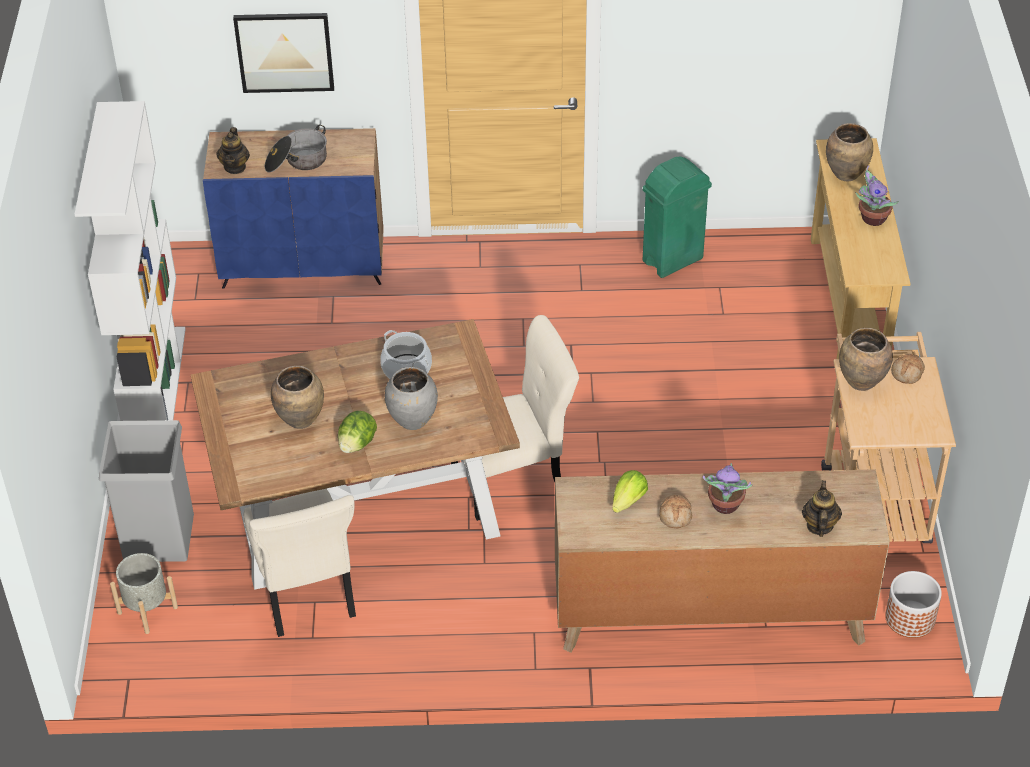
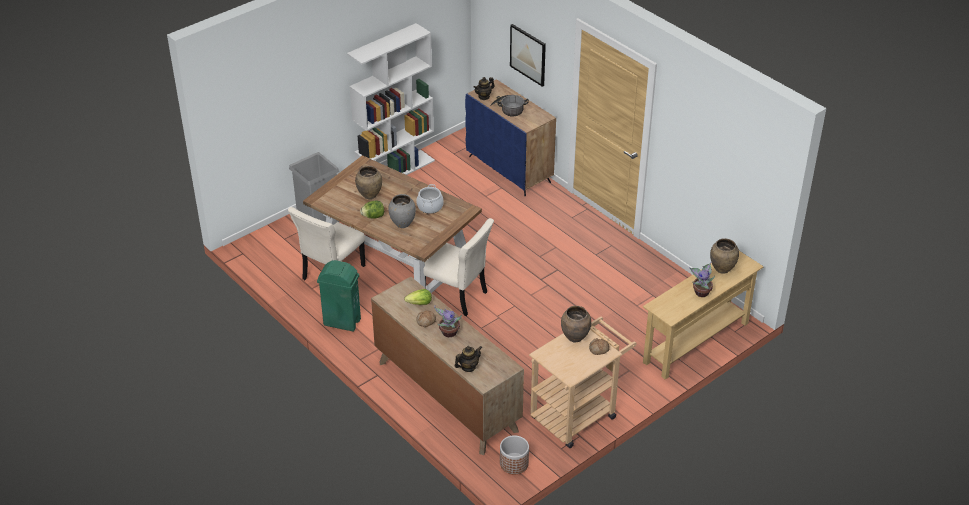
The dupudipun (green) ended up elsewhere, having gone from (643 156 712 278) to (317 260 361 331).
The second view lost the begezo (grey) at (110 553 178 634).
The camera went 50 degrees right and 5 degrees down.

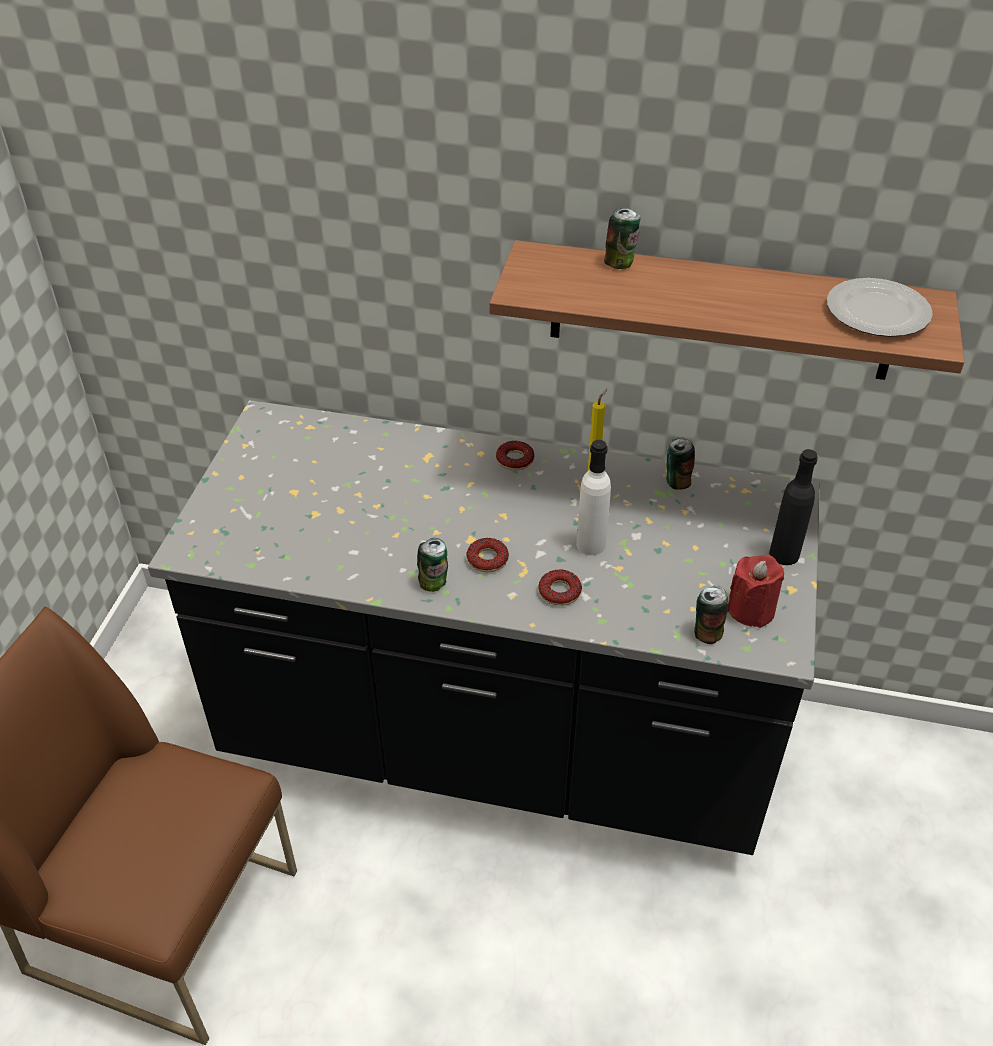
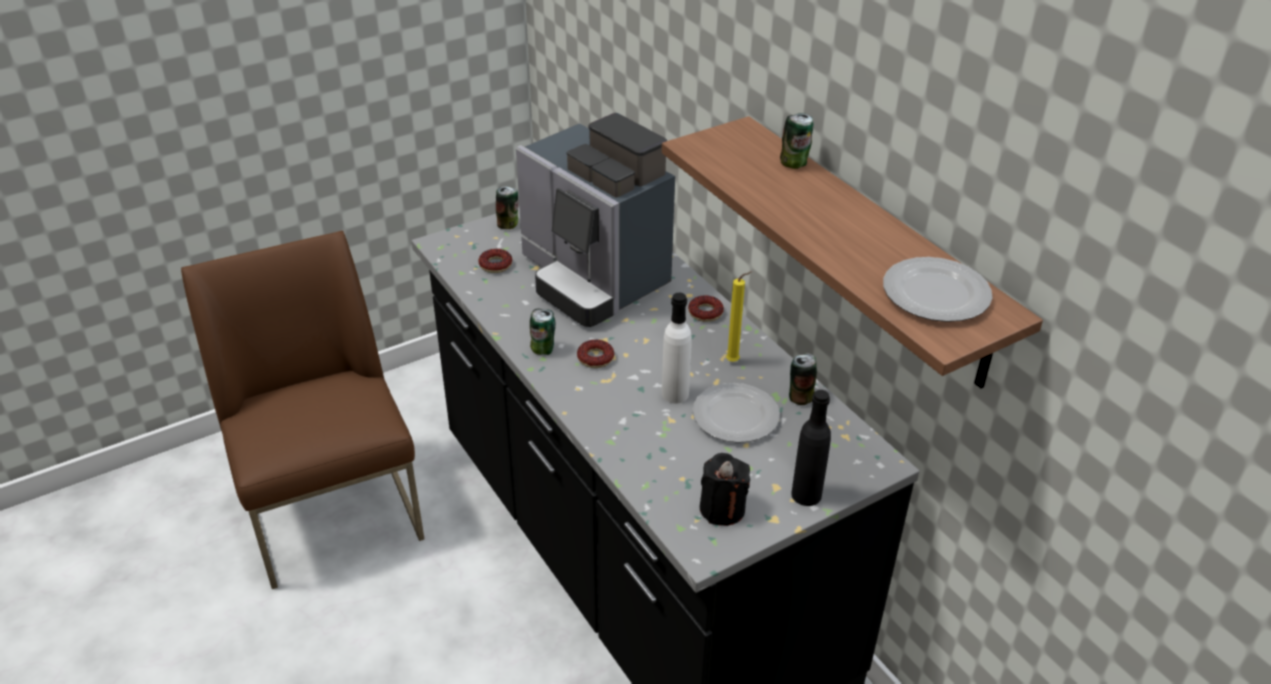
What was the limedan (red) at (727 555 784 628) turned into the limedan (black) at (700 453 750 526).
The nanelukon ended up elsewhere, having gone from (538 569 582 606) to (478 249 512 273).
The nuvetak ended up elsewhere, having gone from (694 585 728 644) to (496 186 518 229).
The second view gained the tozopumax at (516 113 675 327).
The second view gained the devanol at (693 383 780 443).
The camera went 45 degrees right and 5 degrees down.

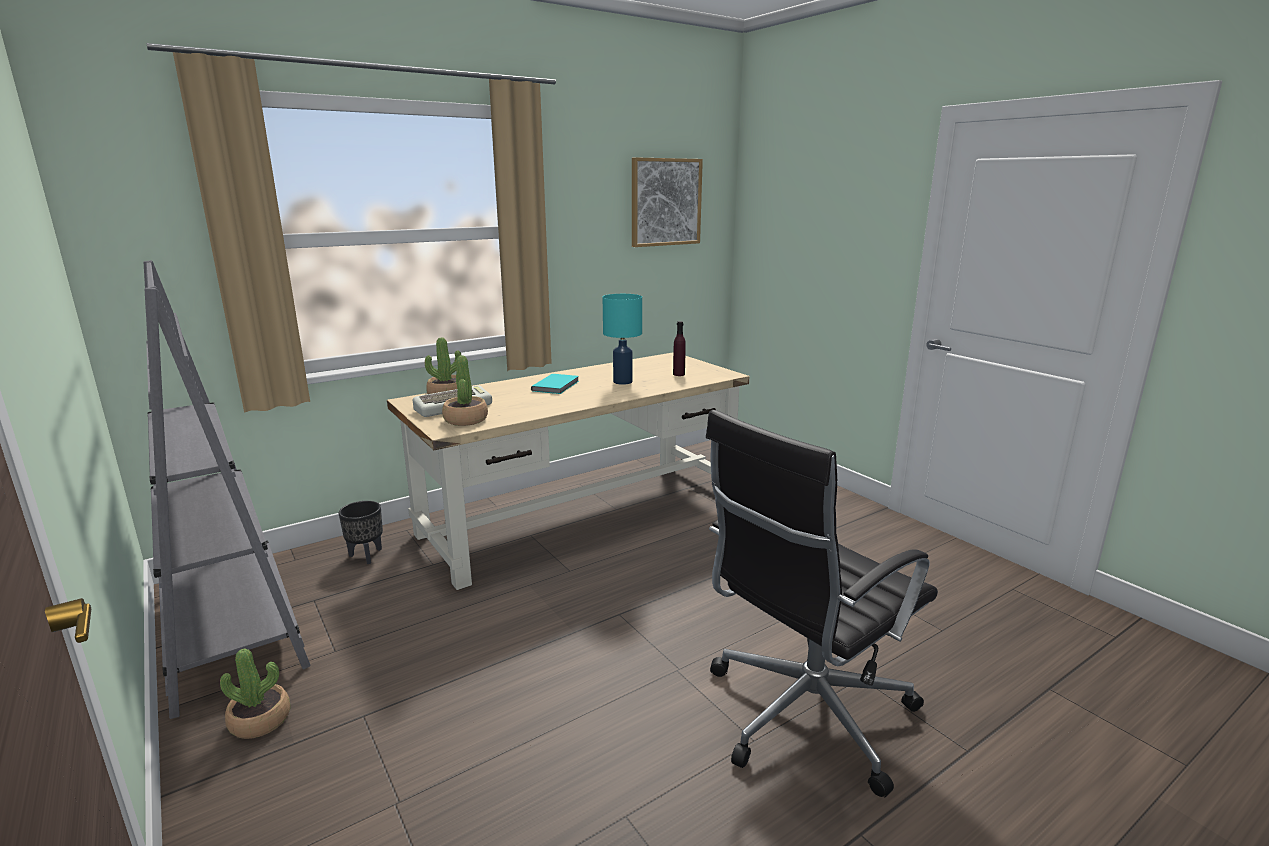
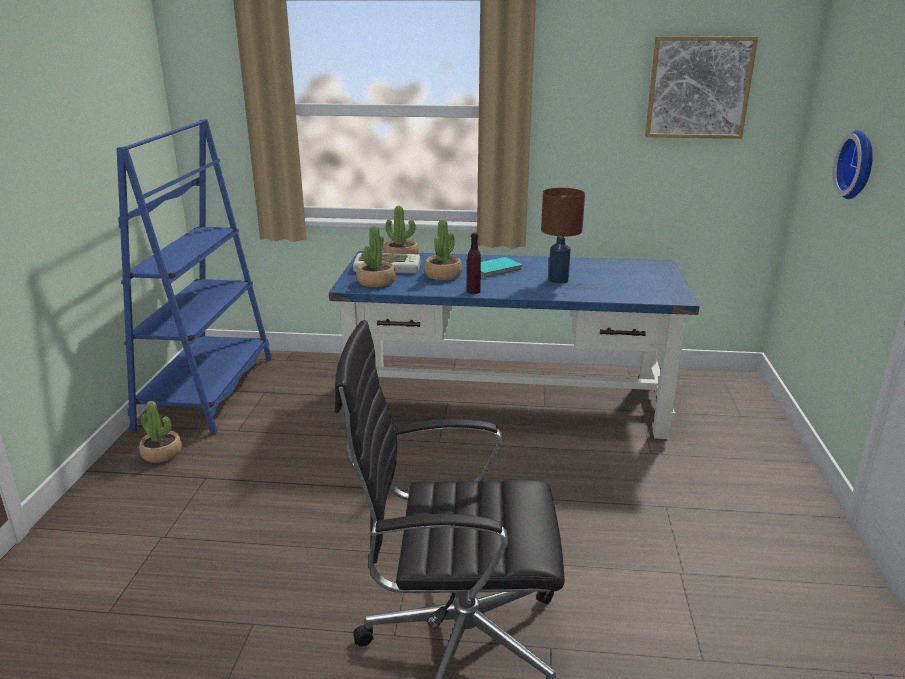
What was the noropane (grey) at (144 260 311 719) turned into the noropane (blue) at (117 119 272 434).
What was the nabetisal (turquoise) at (603 294 642 385) turned into the nabetisal (brown) at (541 188 585 284).
The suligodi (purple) ended up elsewhere, having gone from (673 321 686 376) to (467 232 481 294).
What was the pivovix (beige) at (387 353 749 590) turned into the pivovix (blue) at (329 251 699 439).
The second view lost the begezo (black) at (338 501 383 564).
The second view gained the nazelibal at (833 130 873 199).
The second view gained the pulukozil at (424 219 462 281).
The camera went 40 degrees right and 5 degrees up.

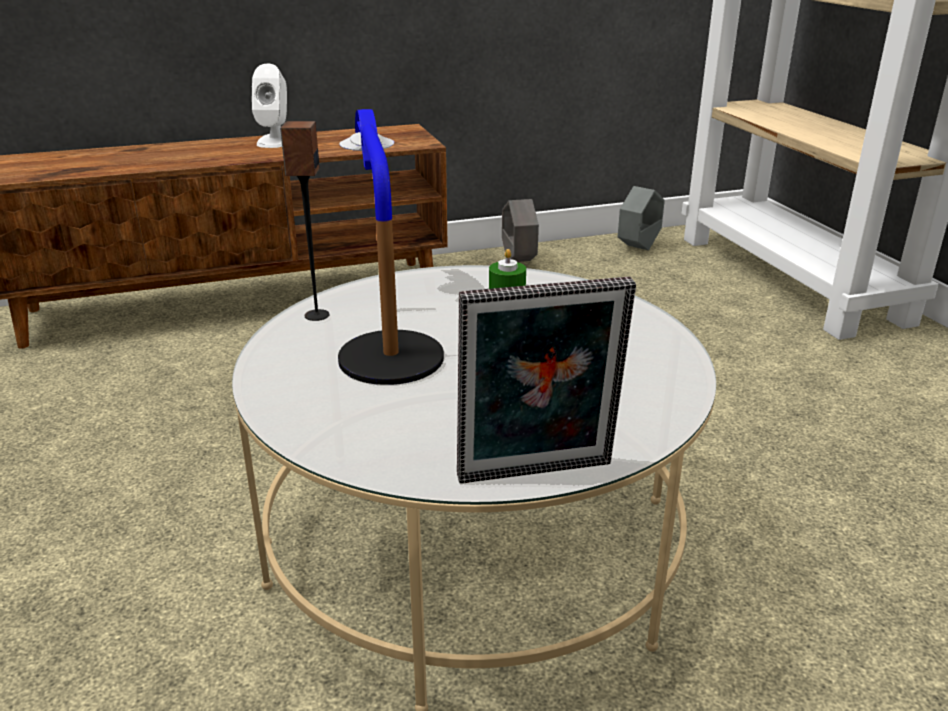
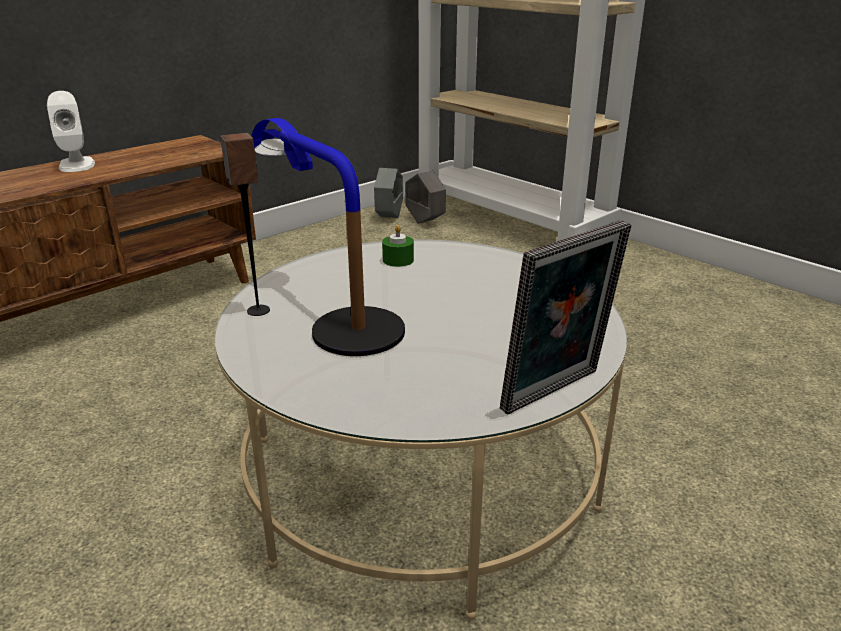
The begezo (grey) ended up elsewhere, having gone from (502 199 539 262) to (405 170 446 224).
The camera went 25 degrees left and 0 degrees up.

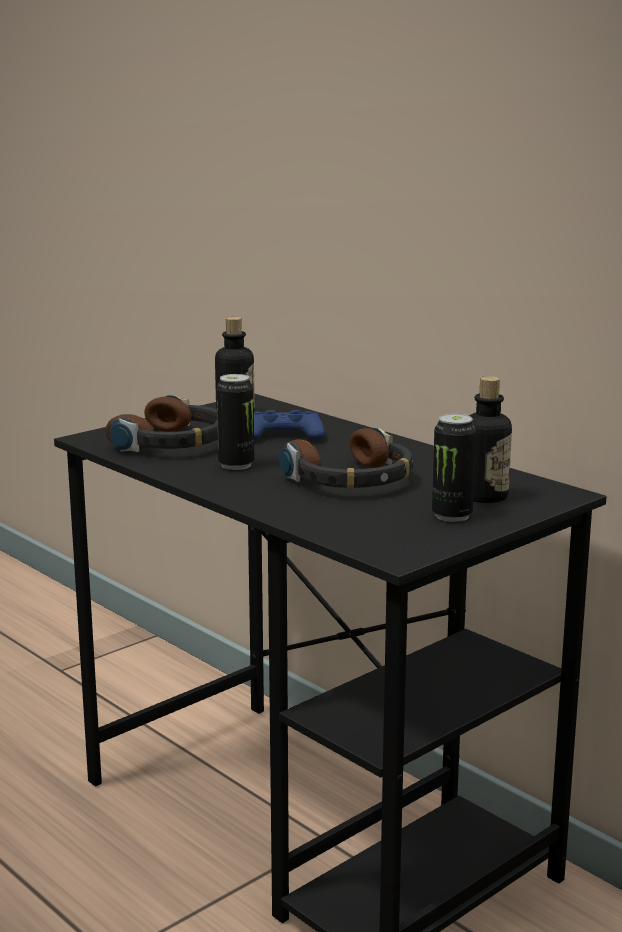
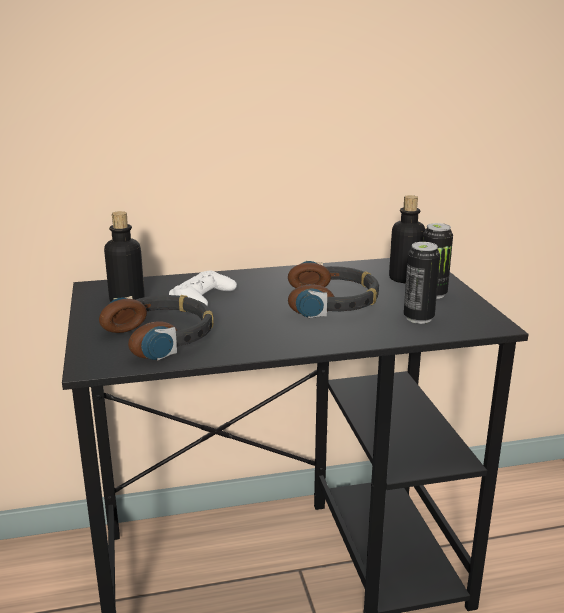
The nuvetak ended up elsewhere, having gone from (216 374 254 470) to (404 242 440 324).
What was the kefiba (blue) at (254 410 325 440) turned into the kefiba (white) at (169 270 237 306).
The camera went 60 degrees left and 5 degrees up.

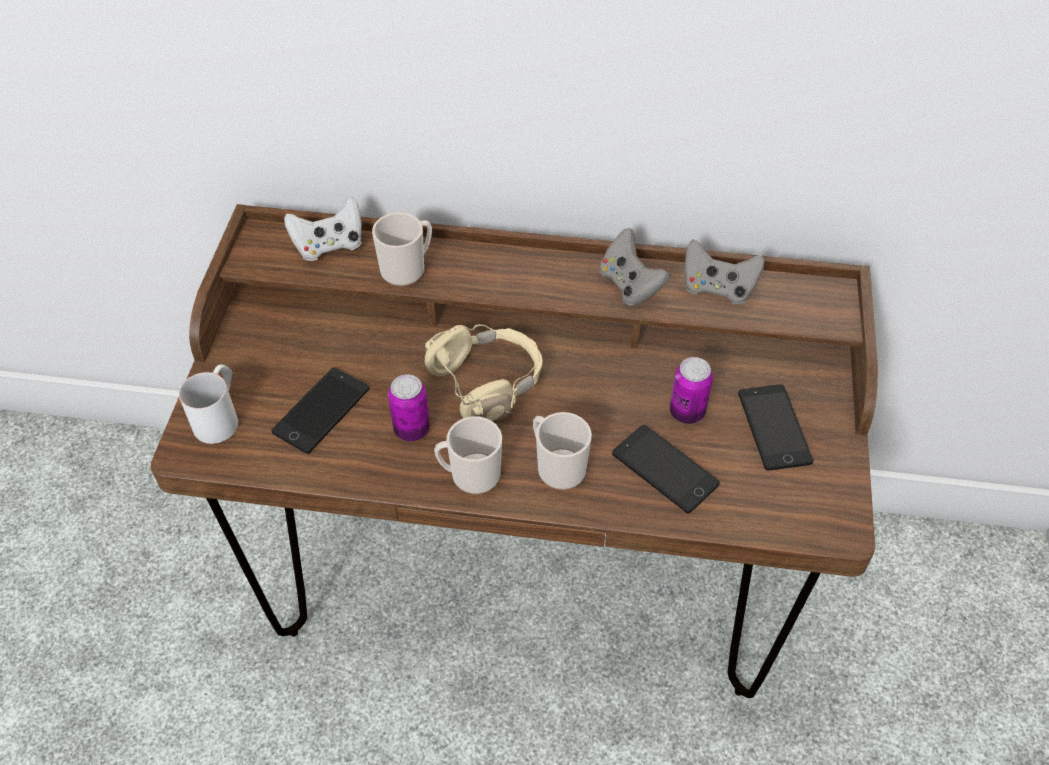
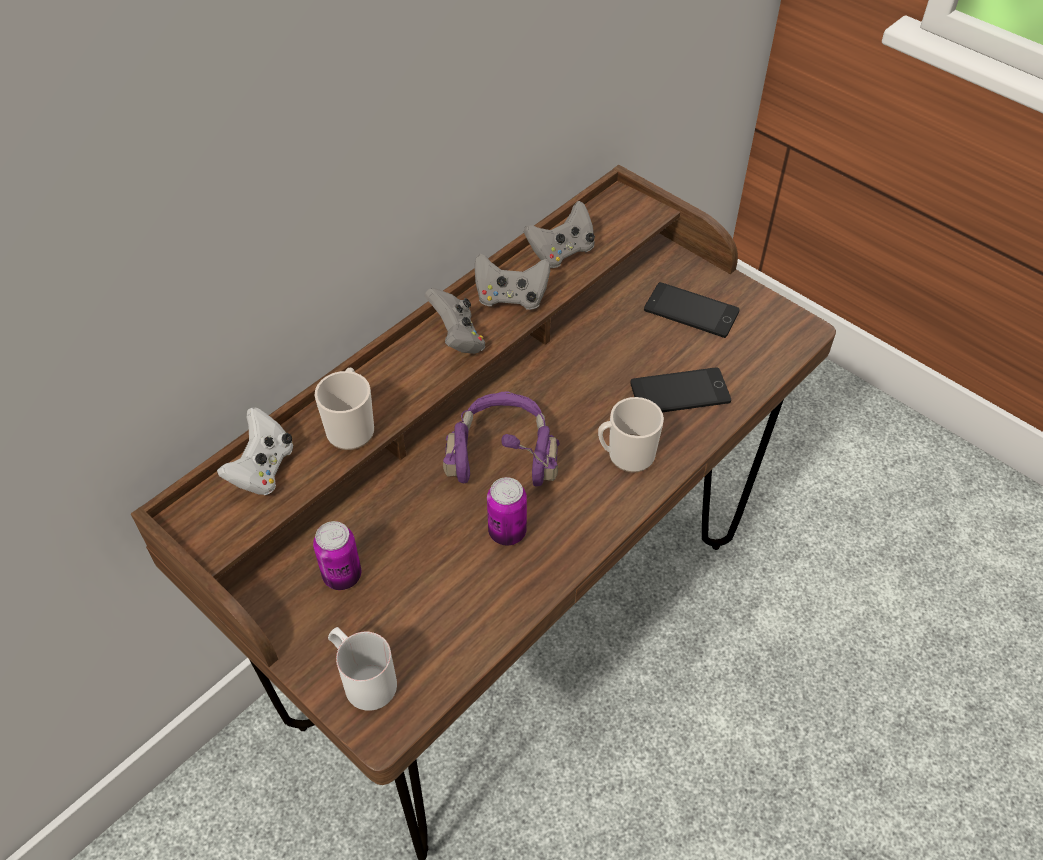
What was the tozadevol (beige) at (425 324 543 422) turned into the tozadevol (purple) at (443 391 560 487).
The nuvetak ended up elsewhere, having gone from (670 357 713 424) to (313 521 362 590).
The second view lost the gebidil at (271 367 369 454).
The second view lost the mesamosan at (434 416 502 494).
The second view gained the kefiba (grey) at (425 288 485 354).
The camera went 55 degrees left and 0 degrees up.

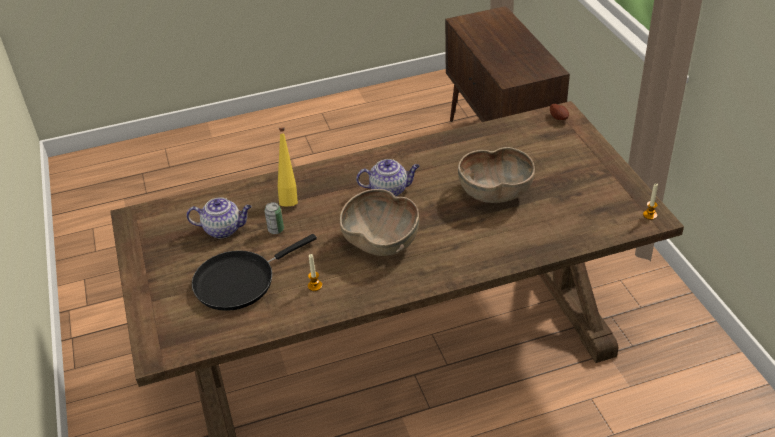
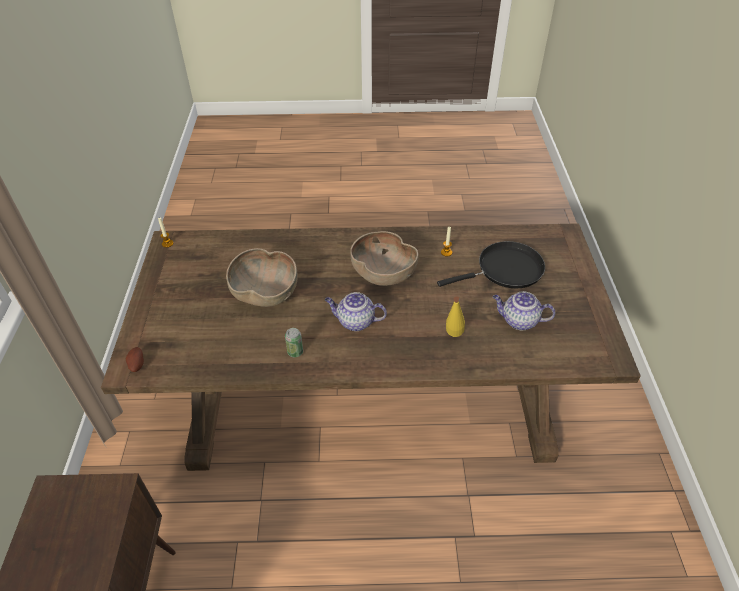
The nuvetak ended up elsewhere, having gone from (264 202 284 234) to (285 328 303 357).
The camera went 165 degrees left and 5 degrees up.

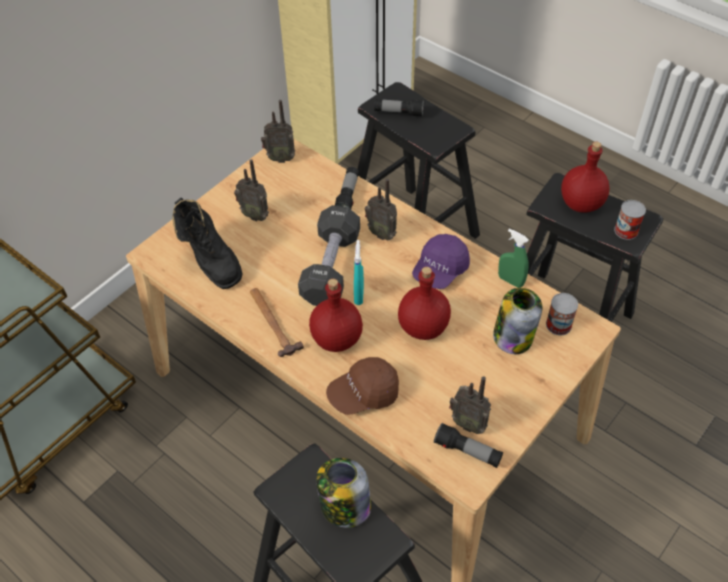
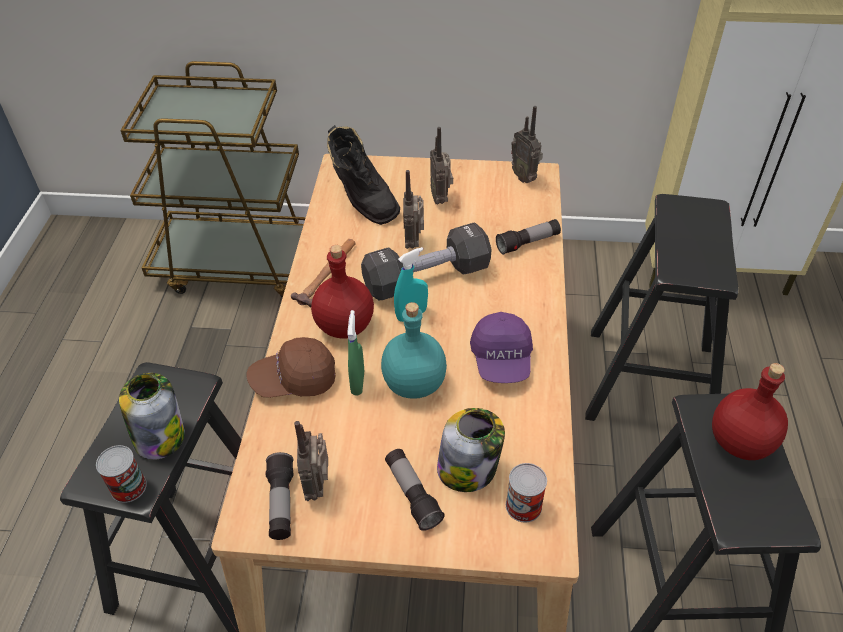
The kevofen ended up elsewhere, having gone from (374 99 424 117) to (385 449 445 531).
The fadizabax ended up elsewhere, having gone from (365 179 397 241) to (403 170 424 249).
The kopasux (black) at (172 198 243 289) ended up facing another way, 60 degrees counterclockwise from before.
The nuvetak ended up elsewhere, having gone from (614 200 646 240) to (96 445 147 503).
The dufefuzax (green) ended up elsewhere, having gone from (498 229 529 288) to (347 310 364 396).
The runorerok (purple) at (412 234 470 289) ended up facing another way, 90 degrees counterclockwise from before.
What was the suligodi (red) at (398 267 451 340) turned into the suligodi (turquoise) at (381 302 447 399).
The runorerok (brown) at (326 357 399 415) ended up facing another way, 45 degrees counterclockwise from before.
The camera went 55 degrees right and 5 degrees down.

